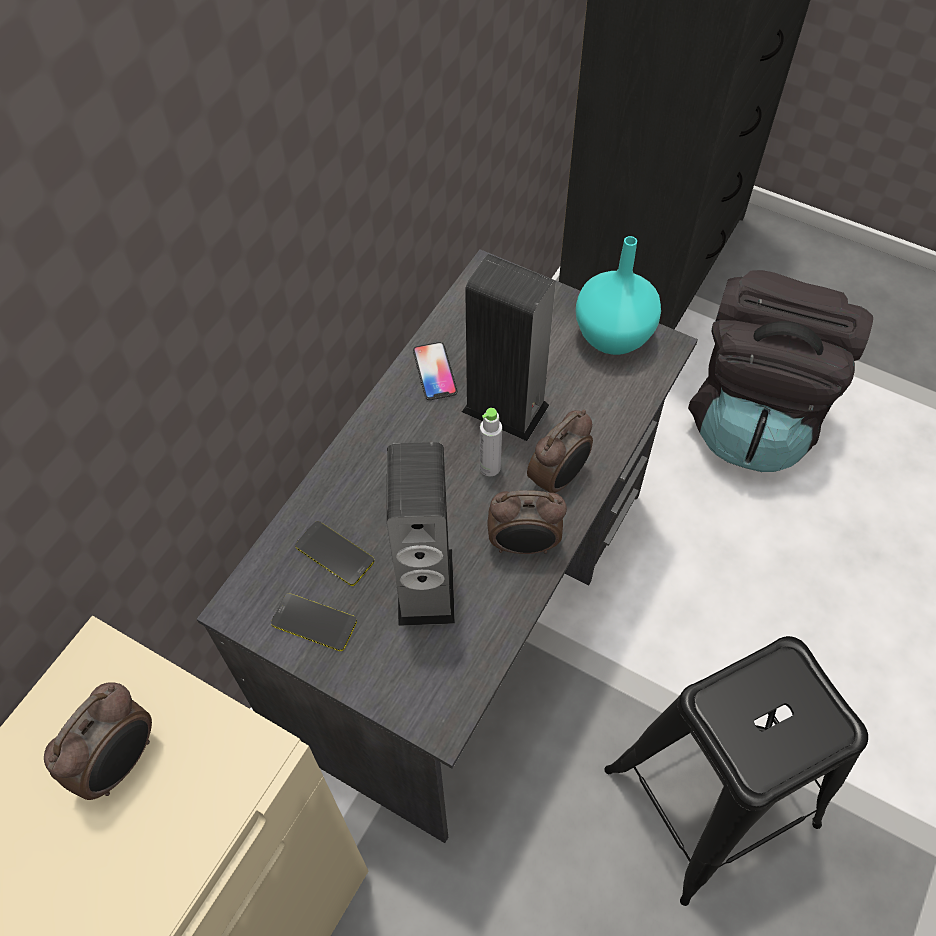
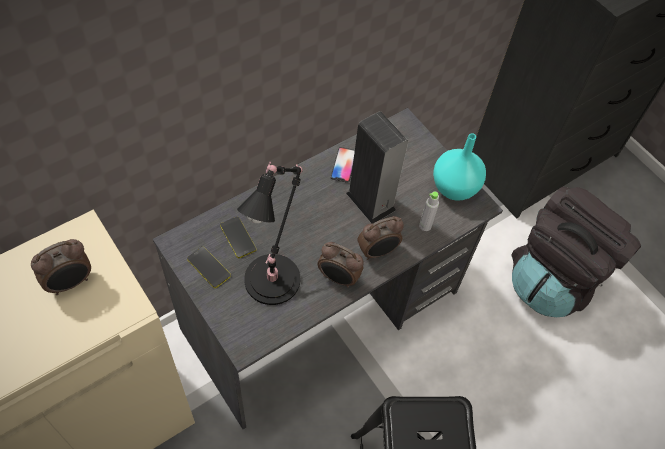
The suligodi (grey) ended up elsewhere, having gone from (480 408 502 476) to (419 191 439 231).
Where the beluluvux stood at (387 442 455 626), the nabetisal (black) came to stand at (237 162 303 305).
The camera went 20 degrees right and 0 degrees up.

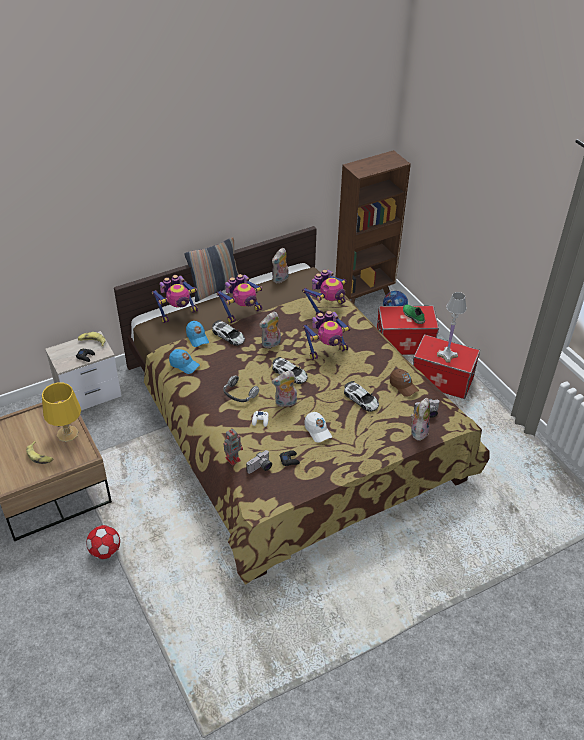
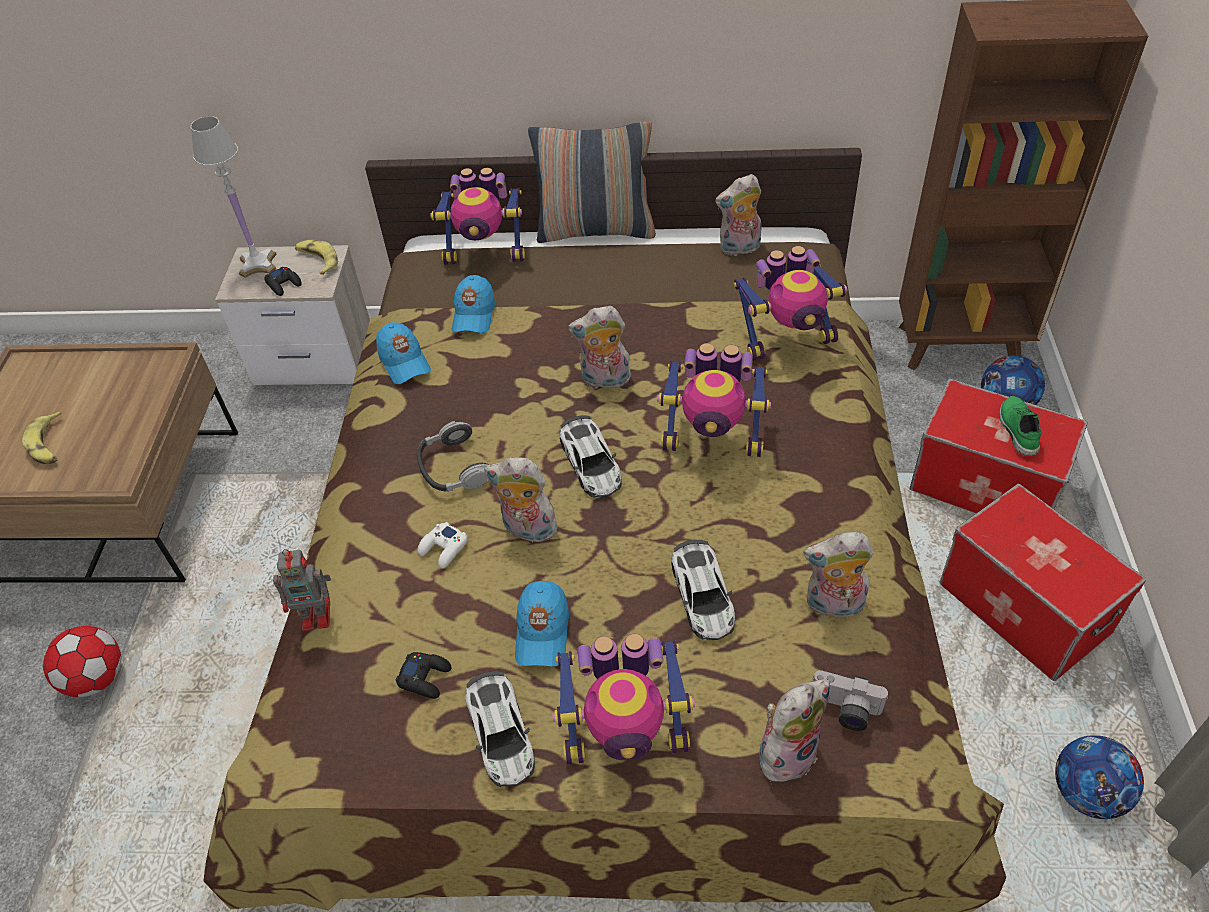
The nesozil ended up elsewhere, having gone from (216 274 262 323) to (552 634 695 764).
The nabetisal (white) ended up elsewhere, having gone from (437 292 467 363) to (191 116 277 278).
The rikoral ended up elsewhere, having gone from (212 320 245 346) to (465 671 535 787).
Where the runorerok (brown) stood at (390 369 419 397), the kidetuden came to stand at (803 532 874 620).
The second view lost the nabetisal (yellow) at (42 382 81 442).
What was the runorerok (white) at (304 412 332 443) turned into the runorerok (blue) at (515 581 569 667).
The second view lost the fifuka at (246 450 272 474).
The second view gained the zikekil at (1055 735 1144 819).
The camera went 35 degrees right and 5 degrees up.

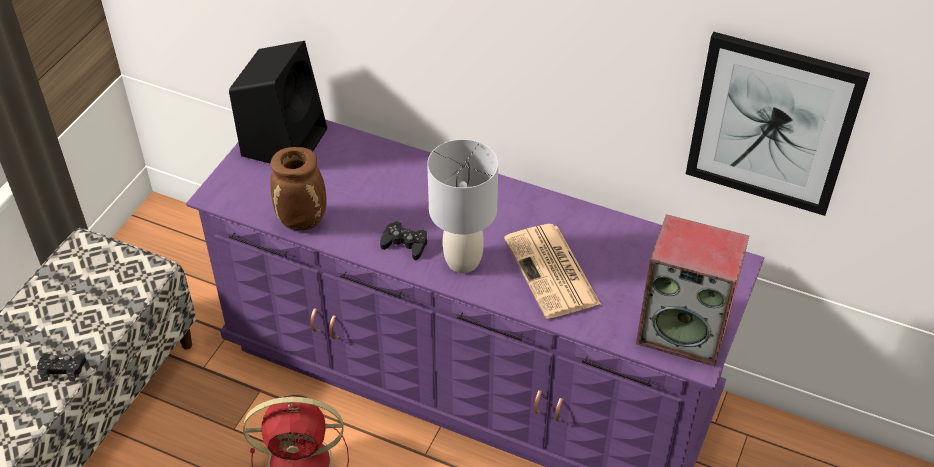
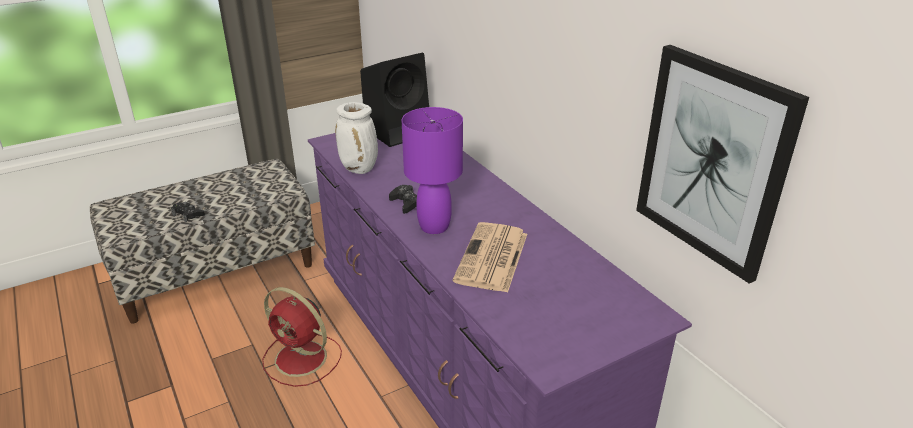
What was the nabetisal (grey) at (427 139 498 273) turned into the nabetisal (purple) at (402 107 463 234).
What was the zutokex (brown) at (270 147 327 230) turned into the zutokex (white) at (335 102 378 174).
The second view lost the beluluvux at (636 214 749 366).
The camera went 35 degrees right and 15 degrees down.

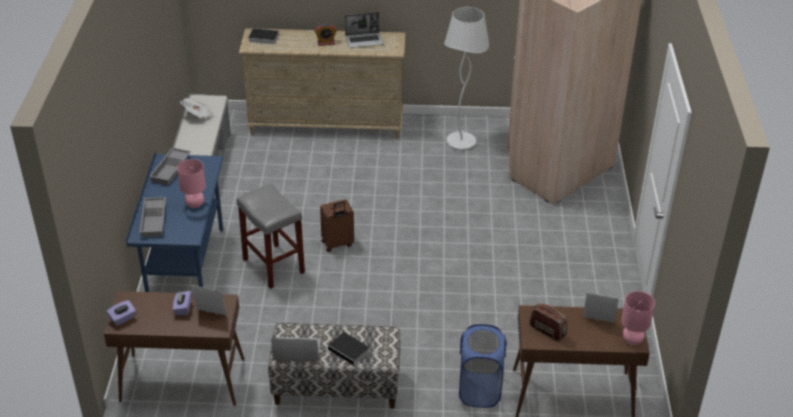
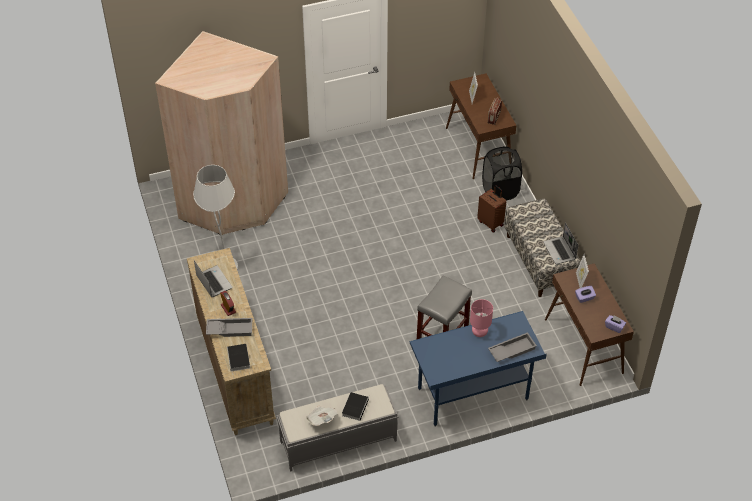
The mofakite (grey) ended up elsewhere, having gone from (149 147 191 185) to (206 318 252 337).
The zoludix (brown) ended up elsewhere, having gone from (320 199 354 252) to (477 185 506 232).
The second view lost the nabetisal (pink) at (621 291 655 345).
What was the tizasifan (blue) at (459 324 507 408) turned into the tizasifan (black) at (482 146 522 201).
The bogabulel ended up elsewhere, having gone from (328 332 370 368) to (342 392 369 421).
The camera went 110 degrees left and 10 degrees up.

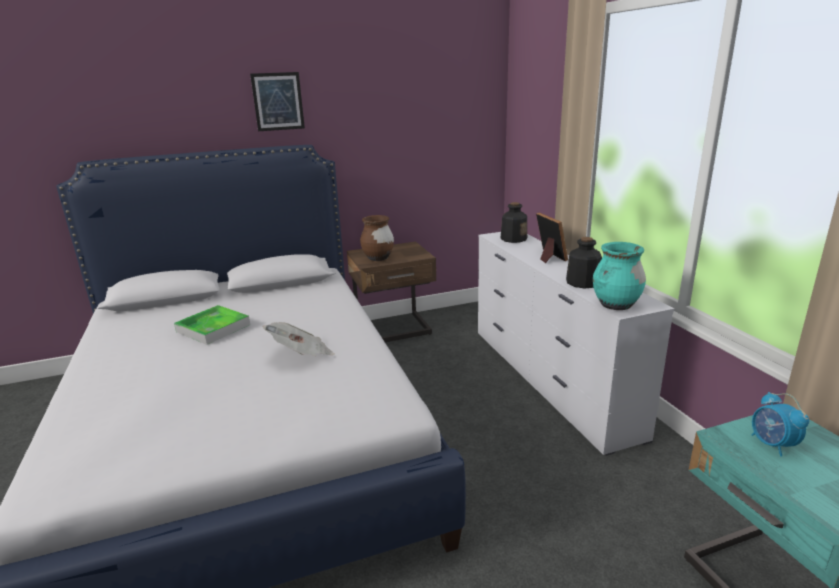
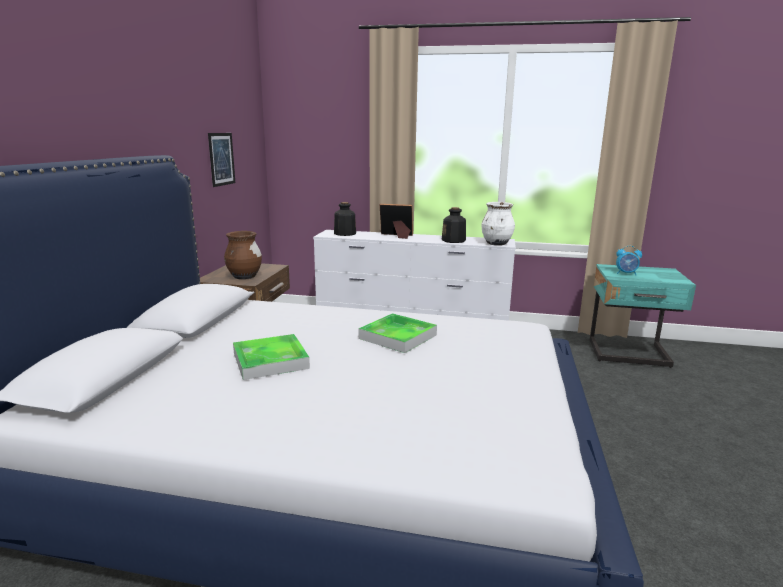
The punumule ended up elsewhere, having gone from (250 72 305 131) to (208 133 235 187).
What was the zutokex (turquoise) at (593 242 646 310) turned into the zutokex (white) at (482 202 515 246).
Where the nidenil stood at (262 322 335 356), the mofakite came to stand at (359 313 437 353).
The camera went 60 degrees left and 5 degrees down.

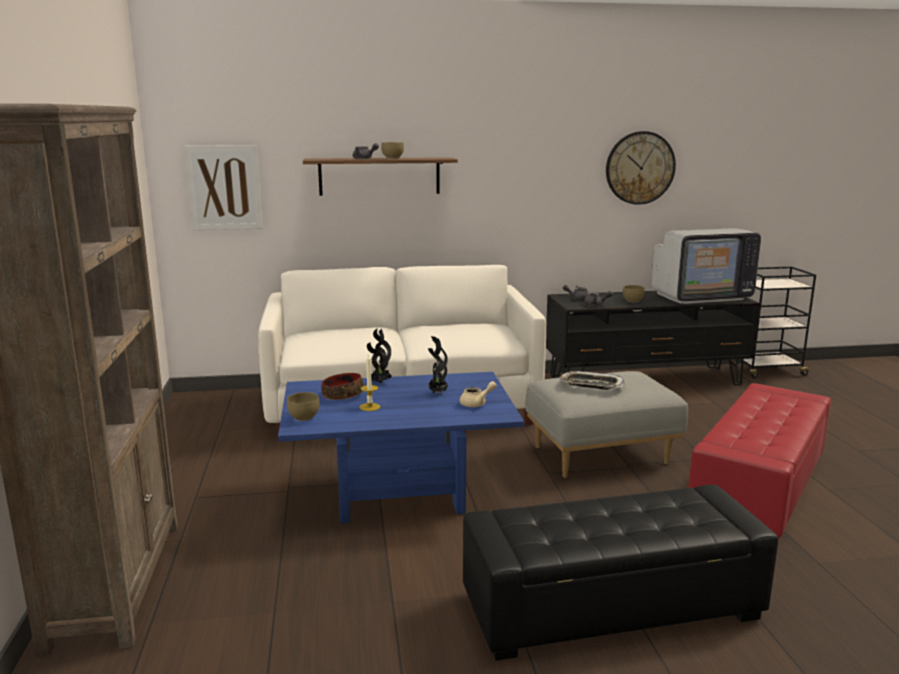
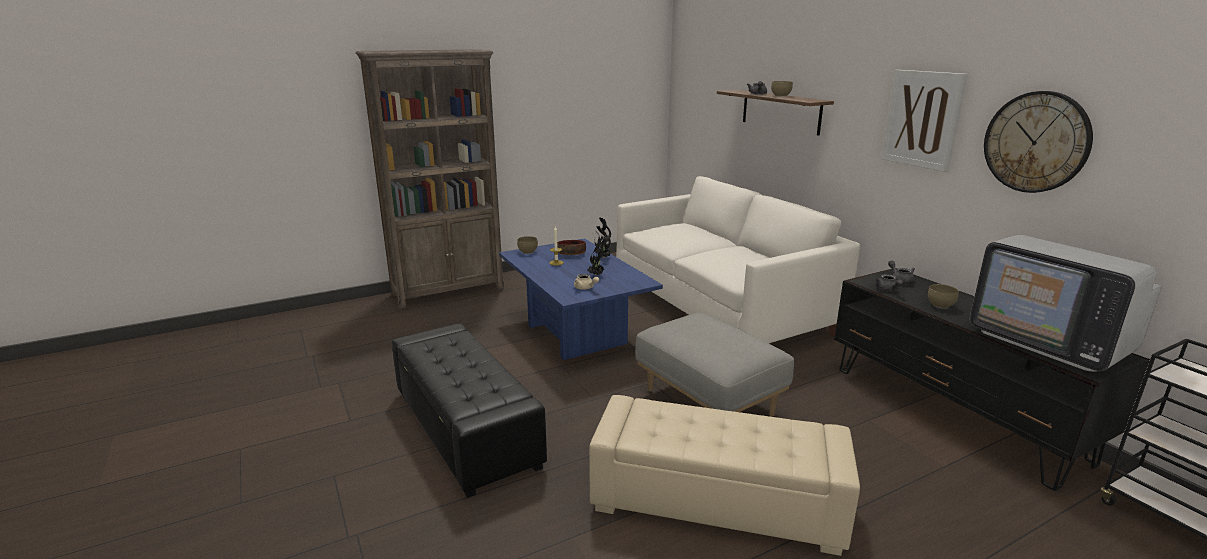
The punumule ended up elsewhere, having gone from (184 145 262 230) to (881 70 968 172).
The second view lost the mofakite at (559 371 625 390).
What was the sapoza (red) at (688 383 831 541) turned into the sapoza (beige) at (589 395 860 556).
The camera went 70 degrees right and 5 degrees up.

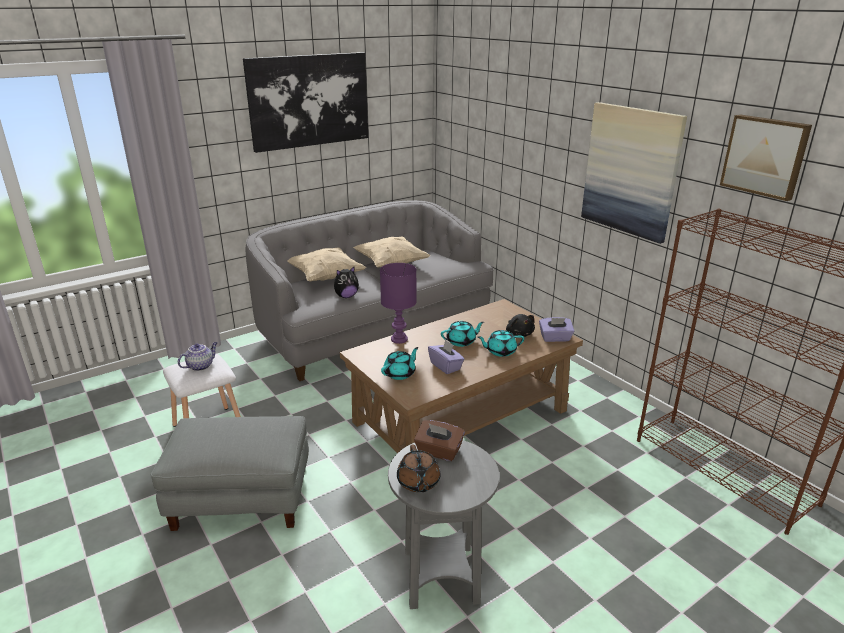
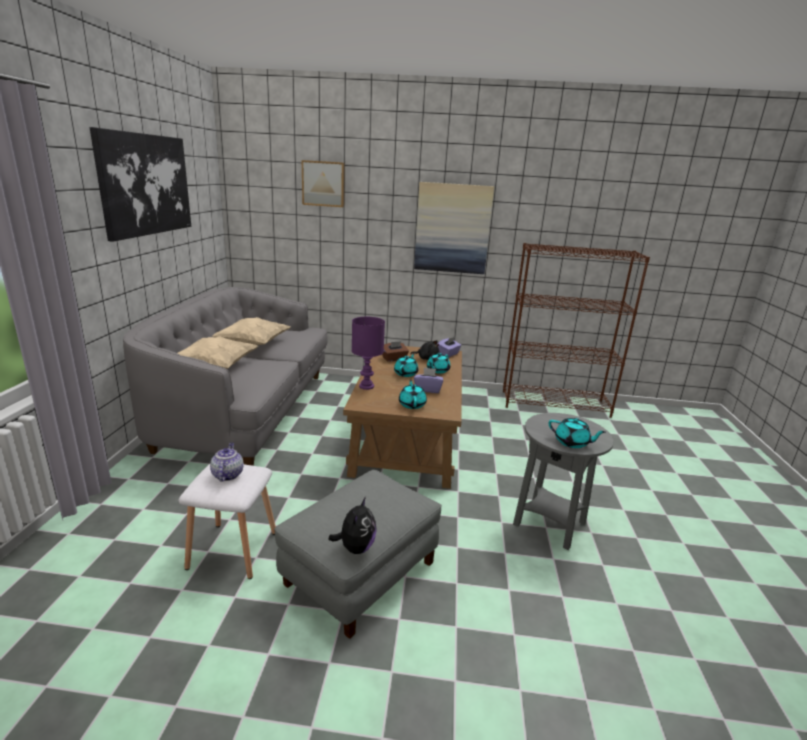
The punumule ended up elsewhere, having gone from (720 114 812 201) to (302 160 345 207).
The kidetuden ended up elsewhere, having gone from (334 267 359 298) to (328 497 377 554).
The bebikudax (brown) ended up elsewhere, having gone from (414 420 465 461) to (382 341 409 362).
What was the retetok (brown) at (397 444 440 492) turned into the retetok (turquoise) at (548 418 606 448).
The camera went 50 degrees left and 5 degrees down.

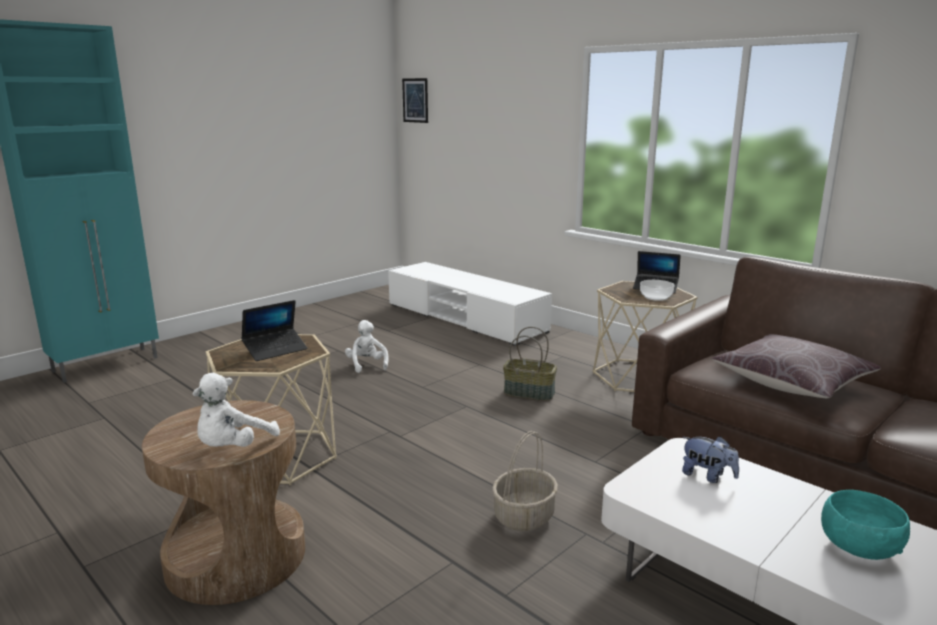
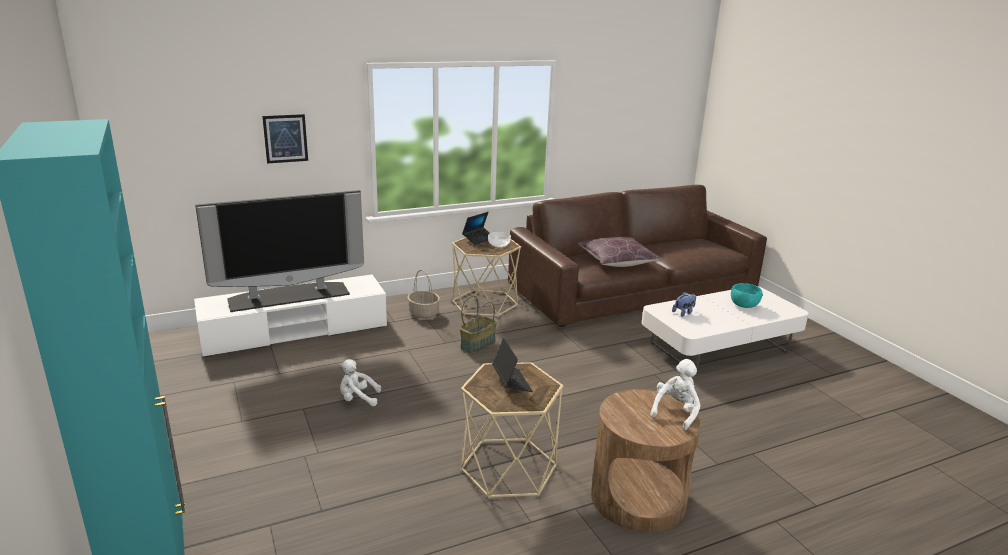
The punumule ended up elsewhere, having gone from (402 78 428 123) to (262 114 308 164).
The kidetuden (white) at (193 372 280 447) ended up facing another way, 105 degrees counterclockwise from before.
The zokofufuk ended up elsewhere, having gone from (492 431 558 531) to (407 270 440 319).
The second view gained the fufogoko at (195 190 364 312).
The camera went 70 degrees left and 5 degrees up.

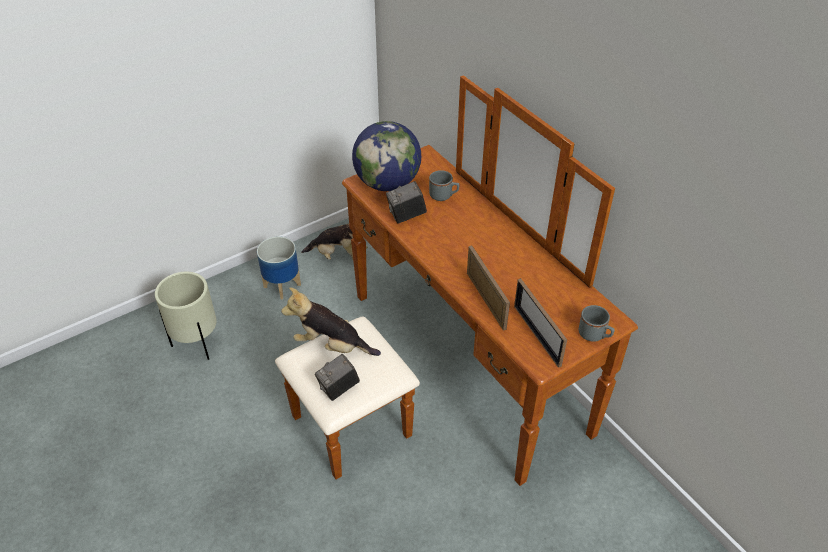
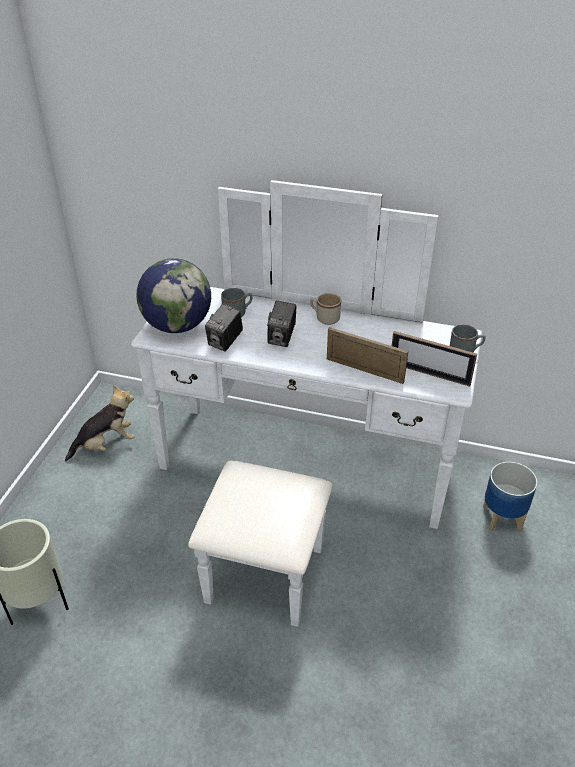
What was the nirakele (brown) at (275 75 638 486) turned into the nirakele (white) at (131 180 482 627).
The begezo ended up elsewhere, having gone from (257 237 301 299) to (483 462 538 531).
The second view lost the kidetuden at (281 287 381 356).
The fifuka ended up elsewhere, having gone from (315 354 360 401) to (267 300 296 347).
The second view gained the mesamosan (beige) at (310 293 341 325).
The camera went 40 degrees left and 5 degrees down.

